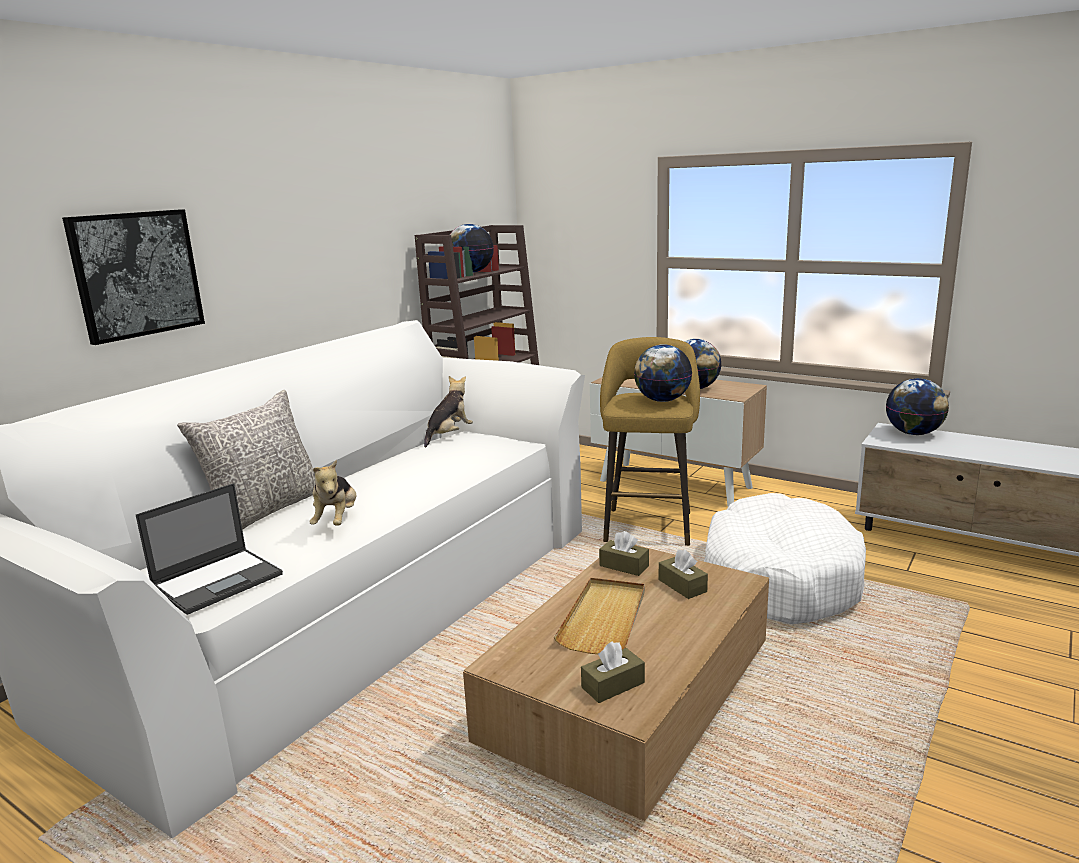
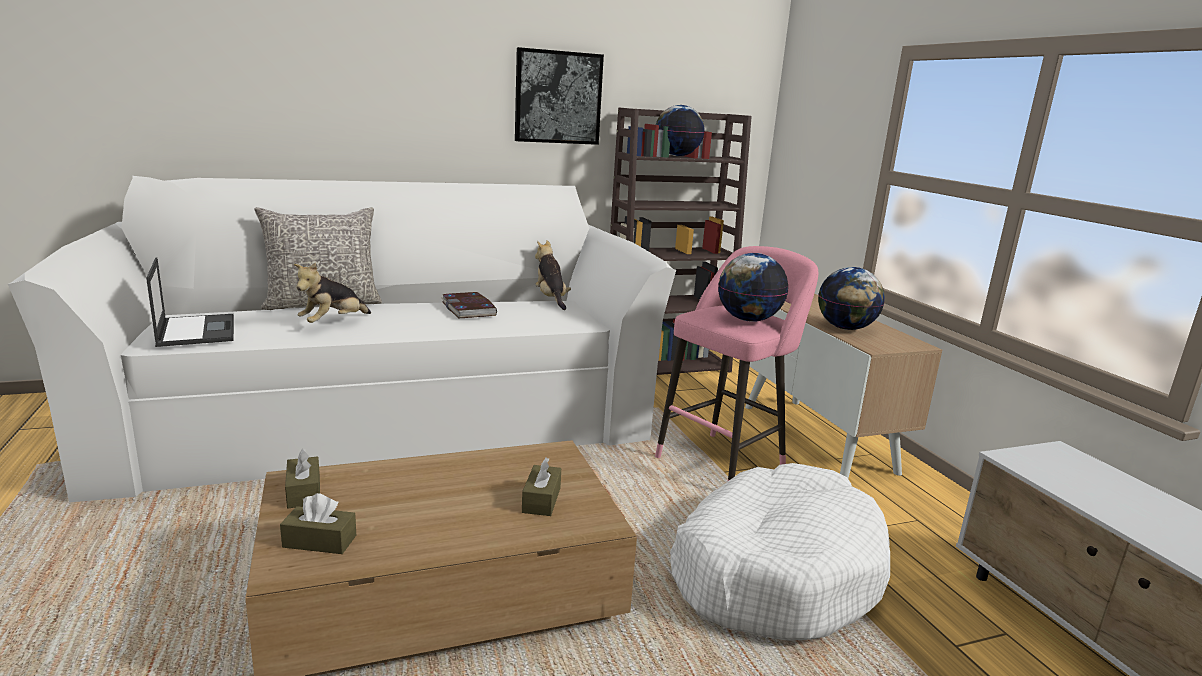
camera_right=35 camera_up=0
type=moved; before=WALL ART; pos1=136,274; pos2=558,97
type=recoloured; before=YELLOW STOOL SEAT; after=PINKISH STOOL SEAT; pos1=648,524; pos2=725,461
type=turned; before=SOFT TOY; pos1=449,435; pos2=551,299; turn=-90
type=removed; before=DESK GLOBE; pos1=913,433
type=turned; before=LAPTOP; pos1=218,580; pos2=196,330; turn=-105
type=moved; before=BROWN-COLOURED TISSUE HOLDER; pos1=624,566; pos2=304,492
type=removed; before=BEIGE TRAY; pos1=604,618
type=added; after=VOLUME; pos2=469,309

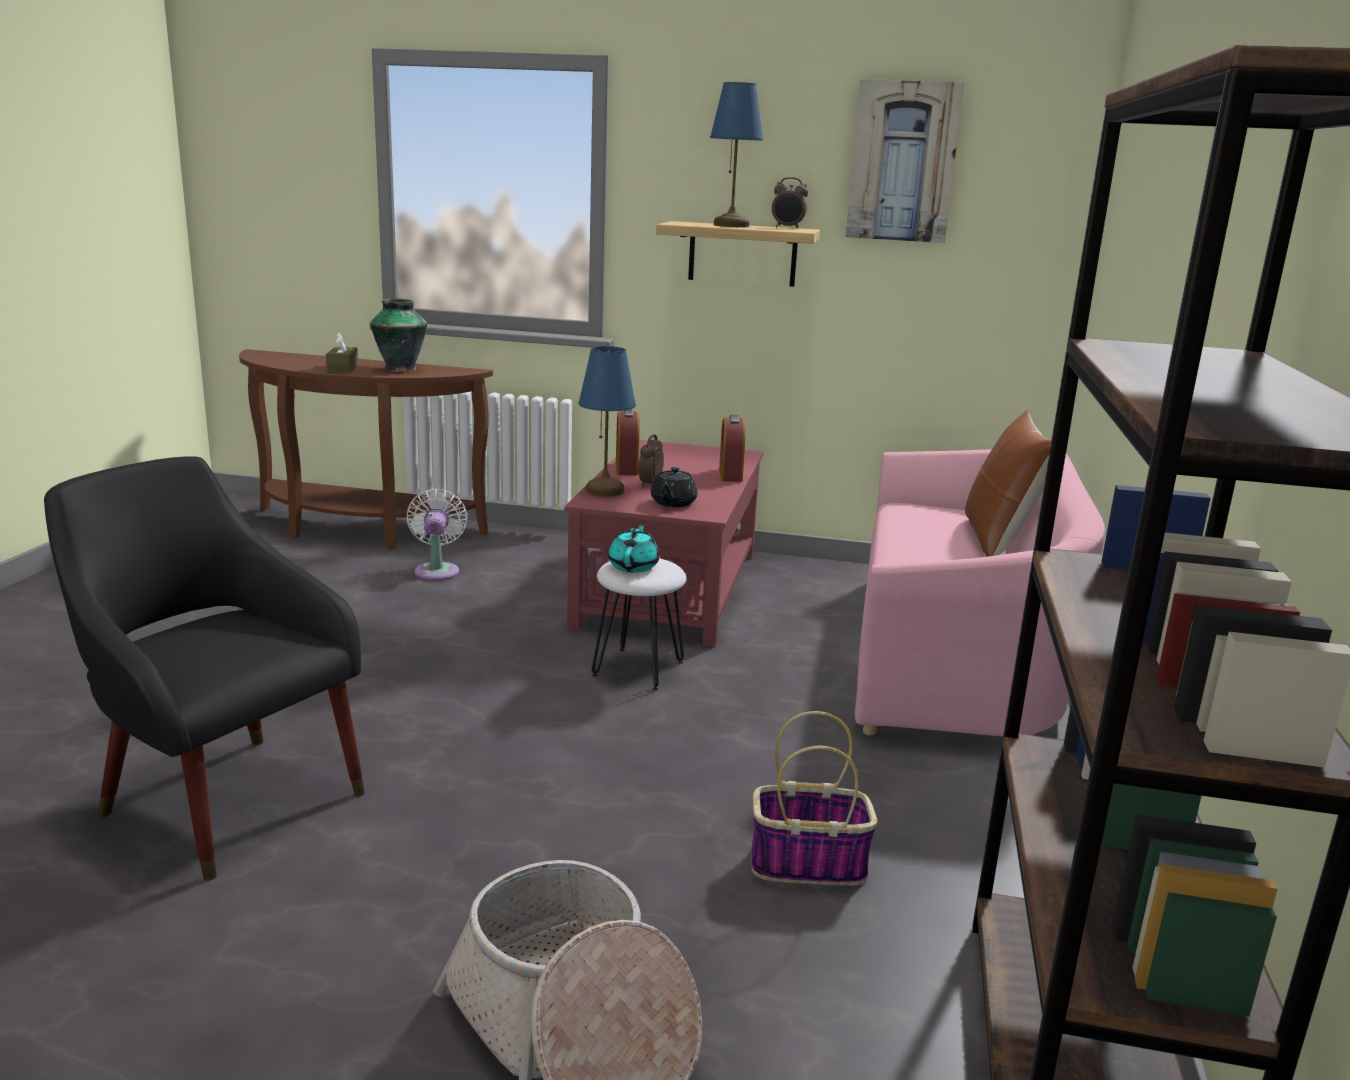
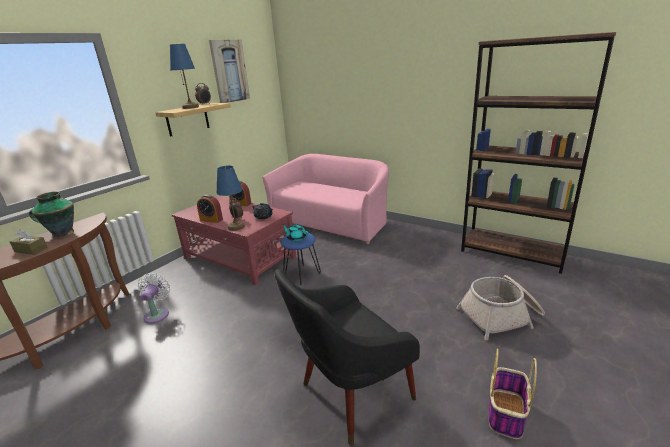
camera_right=-65 camera_up=5
type=removed; before=BROWN-COLOURED THROW PILLOW; pos1=998,540
type=turned; before=WHITE-COLOURED COOLING FAN; pos1=437,570; pos2=157,314; turn=75
type=recoloured; before=WHITE-COLOURED STOOL SEAT; after=BLUE STOOL SEAT; pos1=639,669; pos2=302,274
type=moved; before=BASKET; pos1=809,864; pos2=506,412

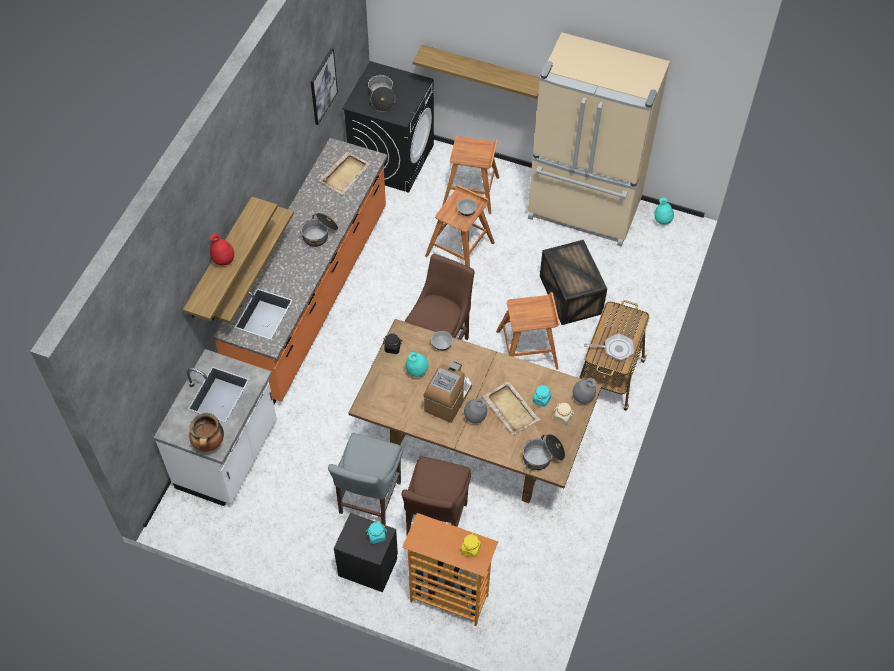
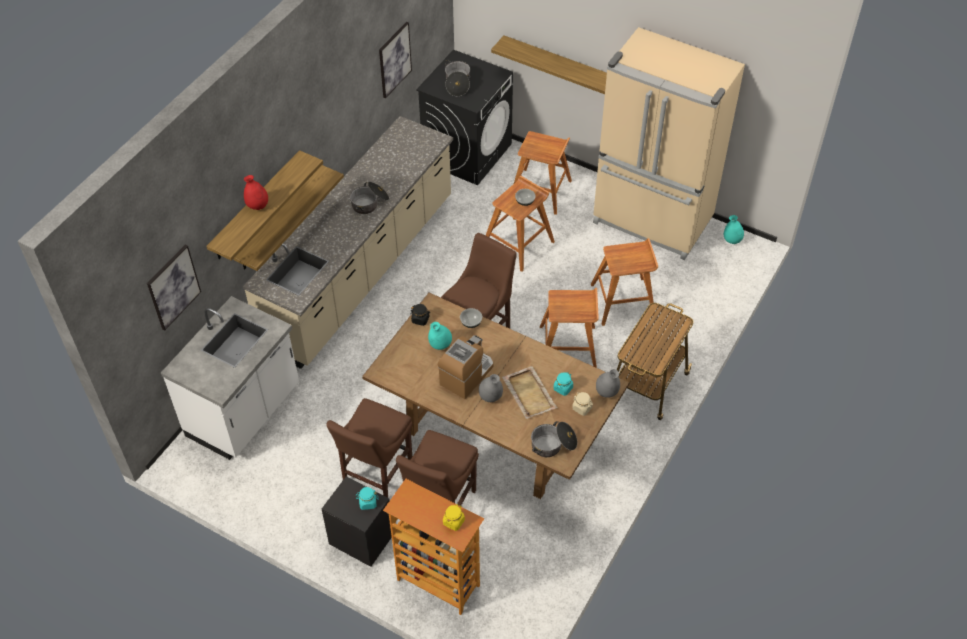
camera_right=10 camera_up=-5
type=recoloured; before=ORANGE KITCHEN BASE UNIT; after=BEIGE KITCHEN BASE UNIT; pos1=312,297; pos2=361,272
type=removed; before=BEIGE TRAY; pos1=345,174
type=replaced; before=CRATE; after=BROWN-COLOURED STOOL SEAT; pos1=571,295; pos2=623,301
type=removed; before=PAN; pos1=615,349
type=removed; before=COOKING POT; pos1=209,444
type=recoloured; before=GREY CHAIR; after=BROWN-COLOURED CHAIR; pos1=368,500; pos2=375,474
type=added; after=WALL ART; pos2=173,287

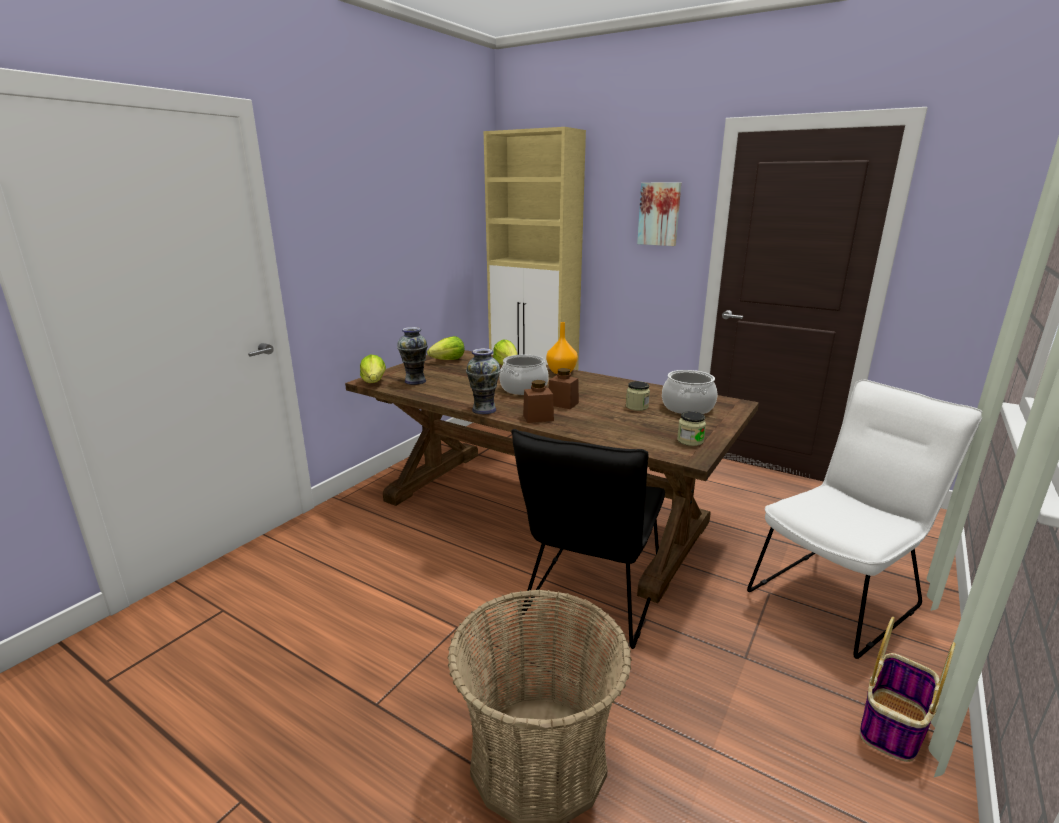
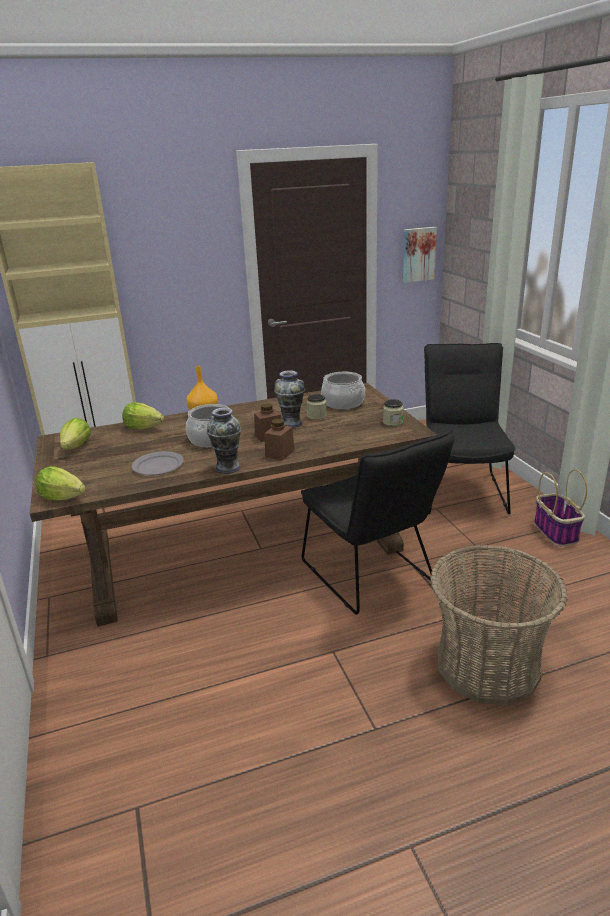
camera_right=-50 camera_up=5
type=moved; before=WALL ART; pos1=659,214; pos2=418,254
type=moved; before=DECORATIVE VASE; pos1=415,381; pos2=291,423
type=recoloured; before=WHITE-COLOURED CHAIR; after=BLACKISH CHAIR; pos1=839,595; pos2=461,489
type=added; after=GREY DINNER PLATE; pos2=158,465

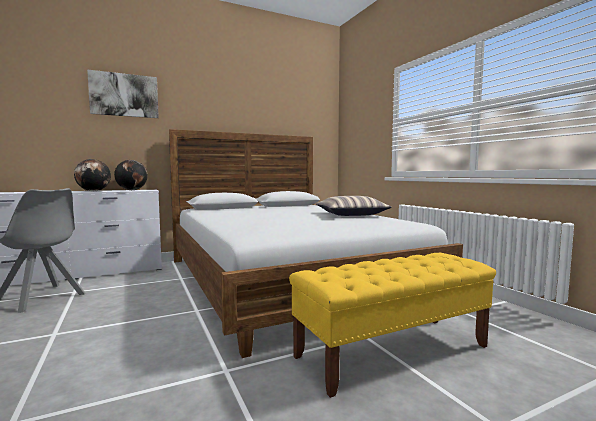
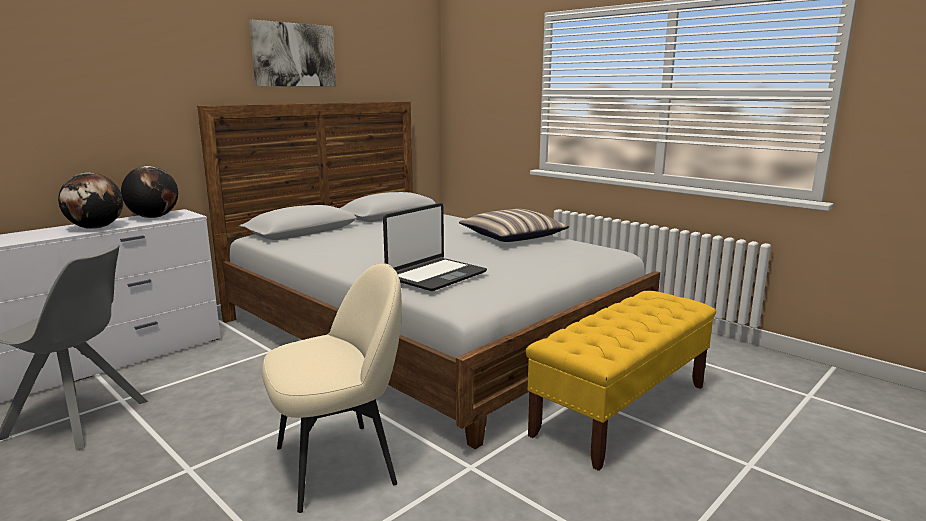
camera_right=-20 camera_up=10
type=moved; before=WALL ART; pos1=124,95; pos2=293,55
type=added; after=LAPTOP; pos2=435,275
type=added; after=BEIGE CHAIR; pos2=339,464

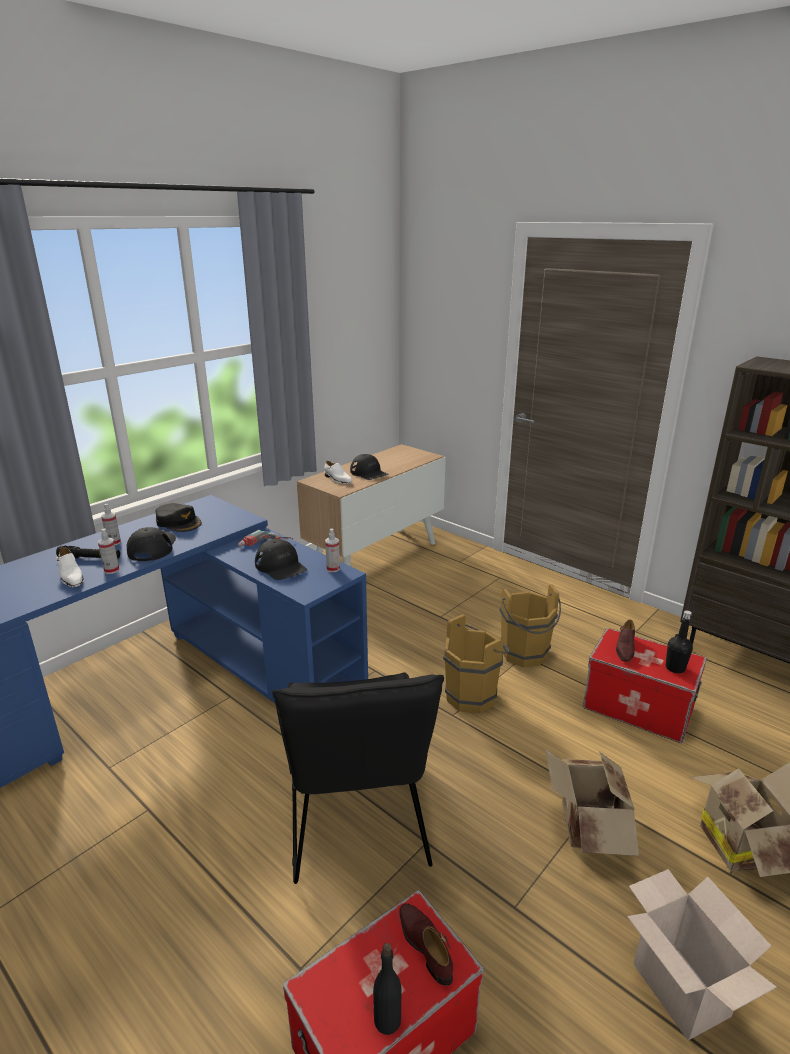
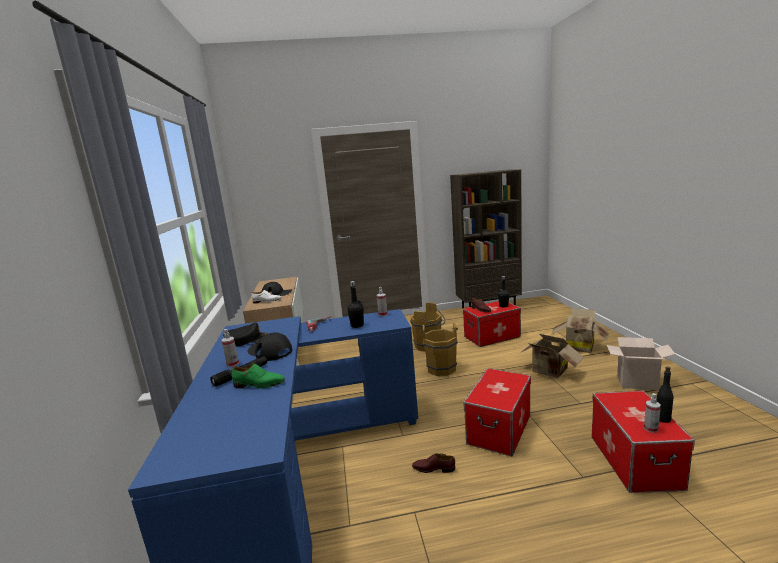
camera_right=-50 camera_up=-10
type=moved; before=SPRAY BOTTLE; pos1=111,570; pos2=651,429
type=replaced; before=BLACKISH CAP; after=BLACKISH BEVERAGE BOTTLE; pos1=281,566; pos2=357,325
type=recoloured; before=WHITE-COLOURED LOW SHOE; after=GREENISH LOW SHOE; pos1=71,577; pos2=259,384
type=replaced; before=BLACKISH CHAIR; after=STORAGE BIN; pos1=357,825; pos2=499,429
type=moved; before=BROWN-COLOURED LOW SHOE; pos1=425,945; pos2=433,468

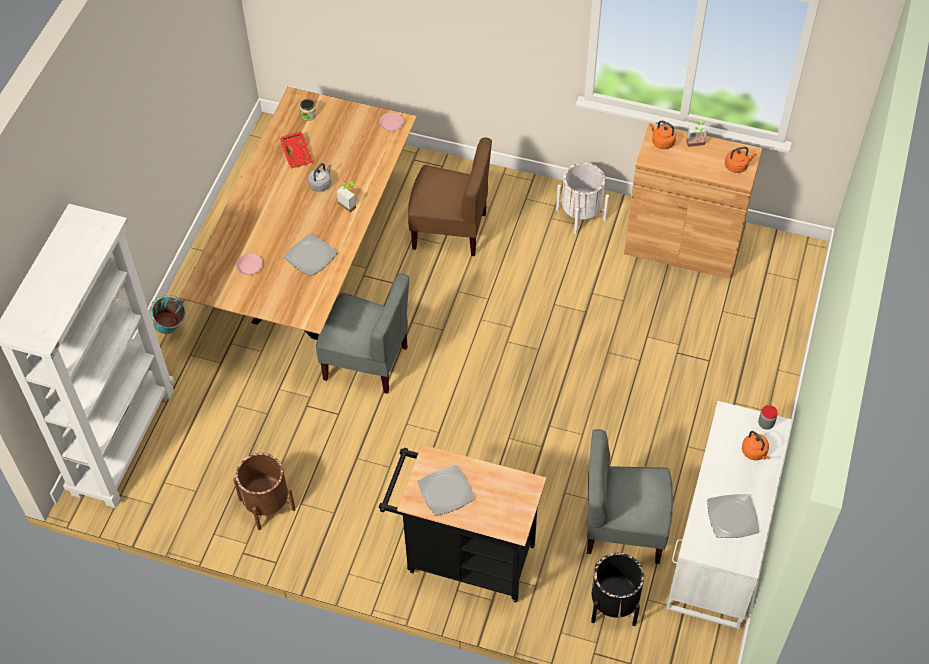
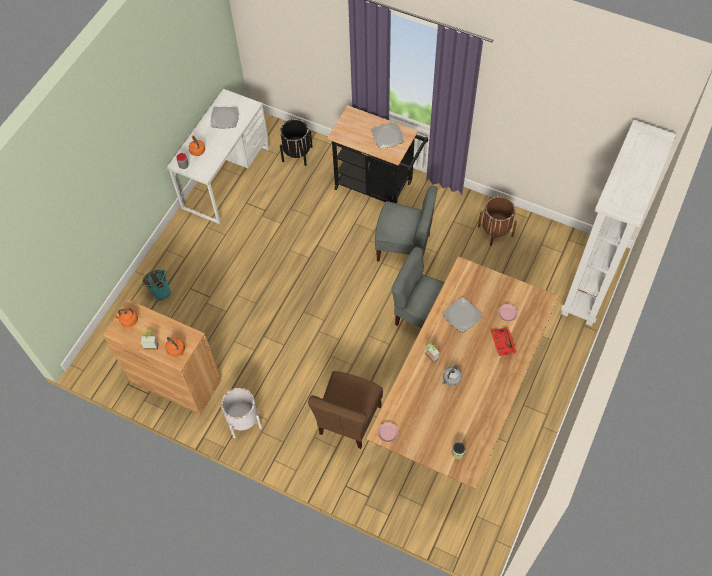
camera_right=-170 camera_up=5
type=moved; before=RED TRAY; pos1=297,153; pos2=502,343
type=turned; before=BROWN-COLOURED CHAIR; pos1=450,230; pos2=349,420; turn=-90
type=moved; before=BLUE-GREEN BUCKET; pos1=172,330; pos2=160,291
type=moved; before=GREY CHAIR; pos1=623,528; pos2=404,247

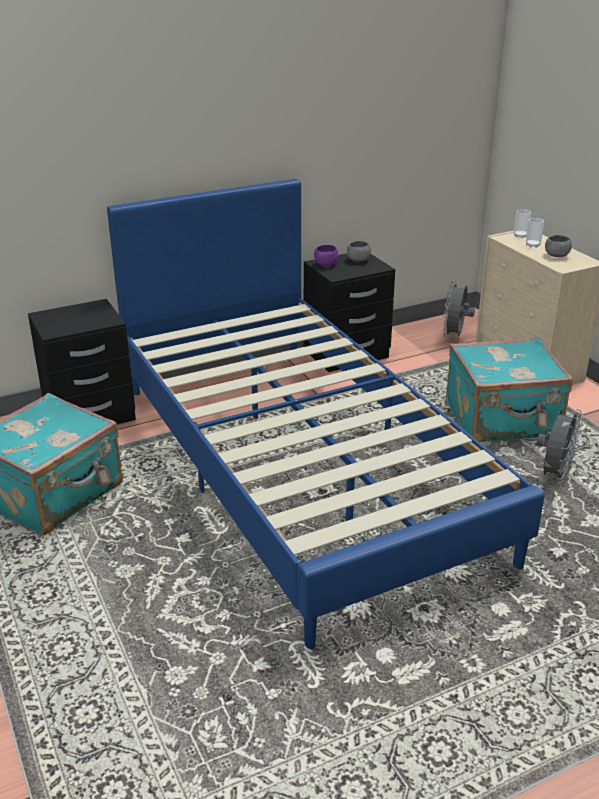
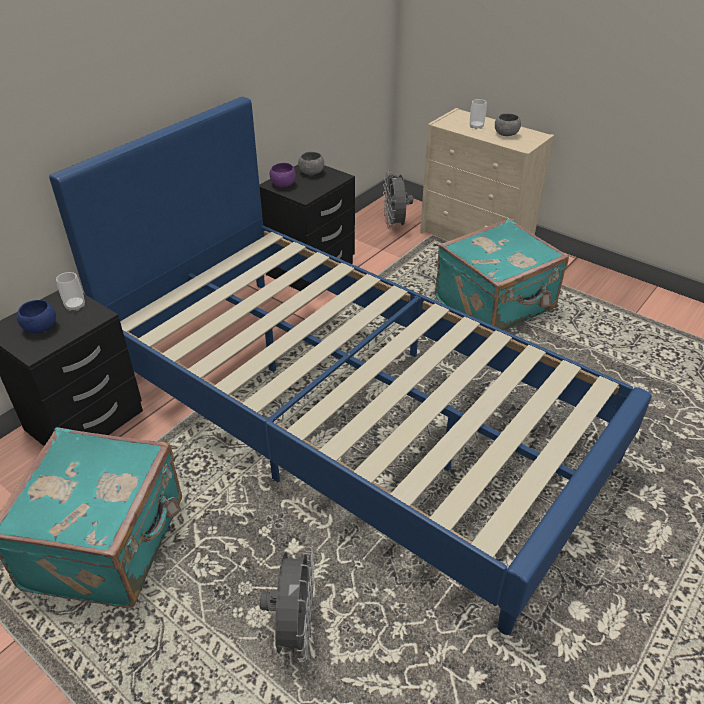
camera_right=-25 camera_up=10
type=moved; before=SMALL CUP; pos1=520,236; pos2=75,306
type=moved; before=GREY COOLING FAN; pos1=554,475; pos2=294,628
type=added; after=BLUE BOWL; pos2=40,327

